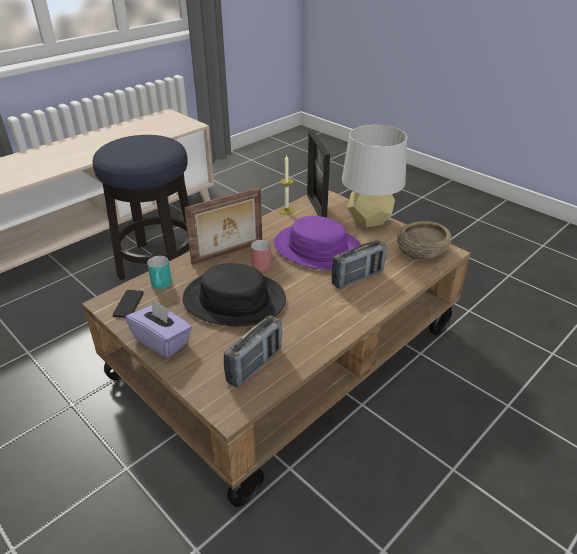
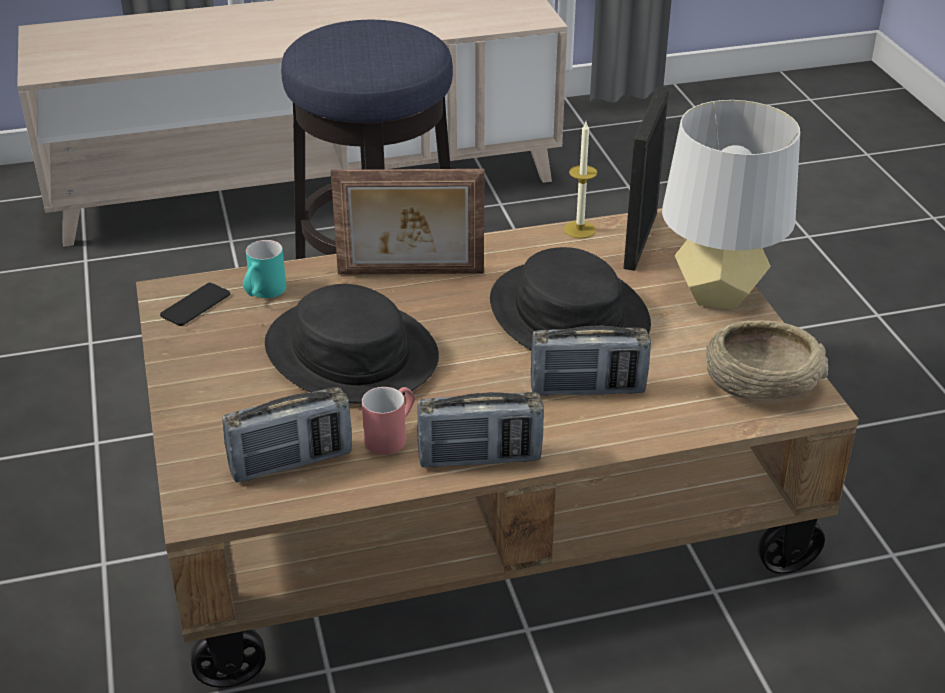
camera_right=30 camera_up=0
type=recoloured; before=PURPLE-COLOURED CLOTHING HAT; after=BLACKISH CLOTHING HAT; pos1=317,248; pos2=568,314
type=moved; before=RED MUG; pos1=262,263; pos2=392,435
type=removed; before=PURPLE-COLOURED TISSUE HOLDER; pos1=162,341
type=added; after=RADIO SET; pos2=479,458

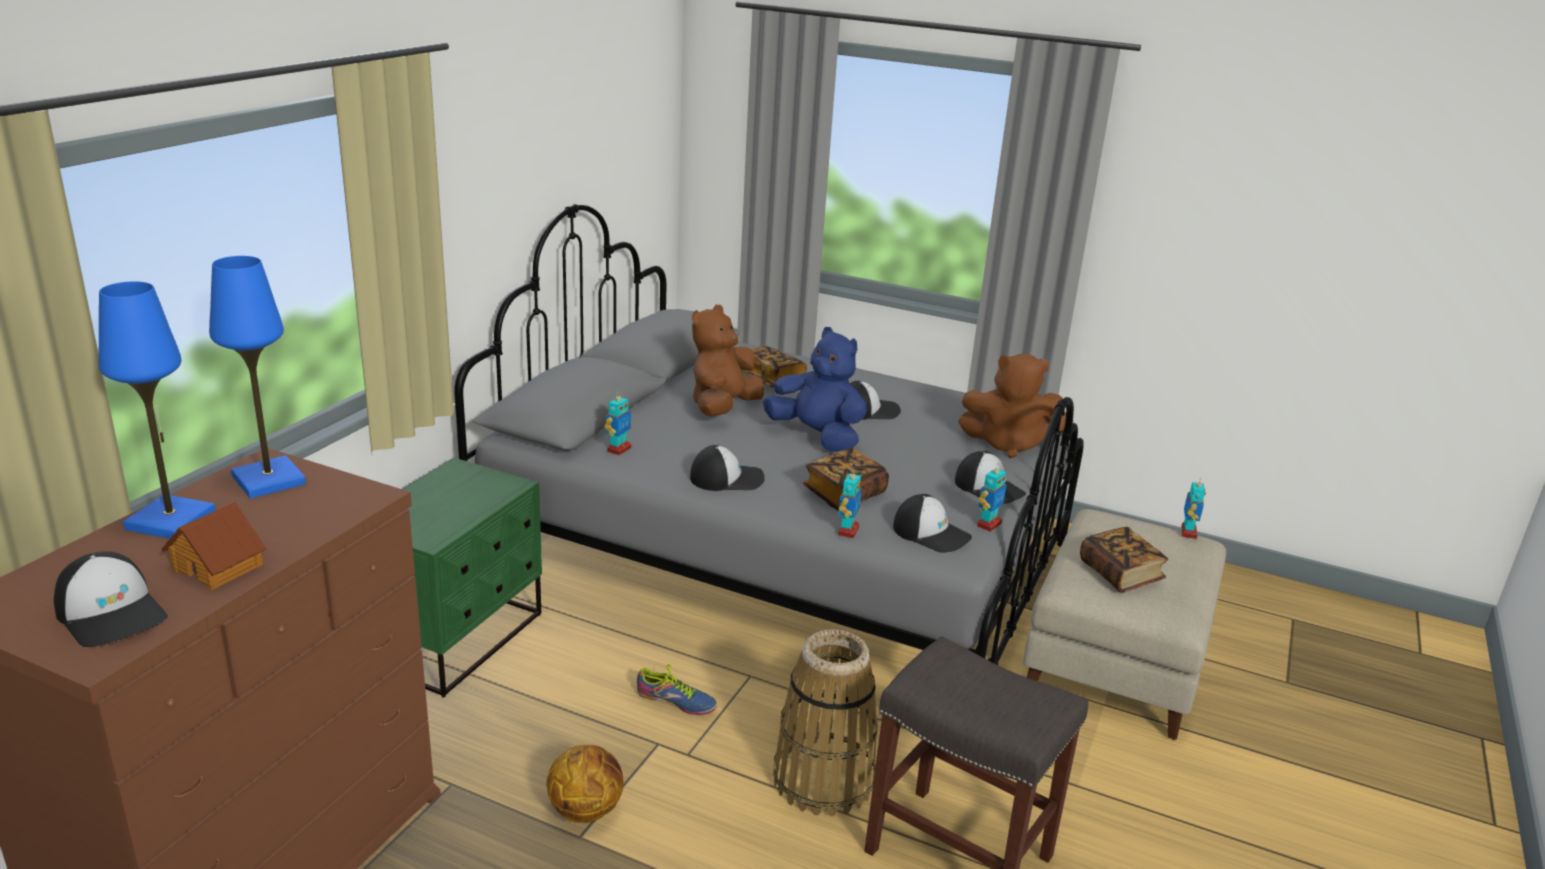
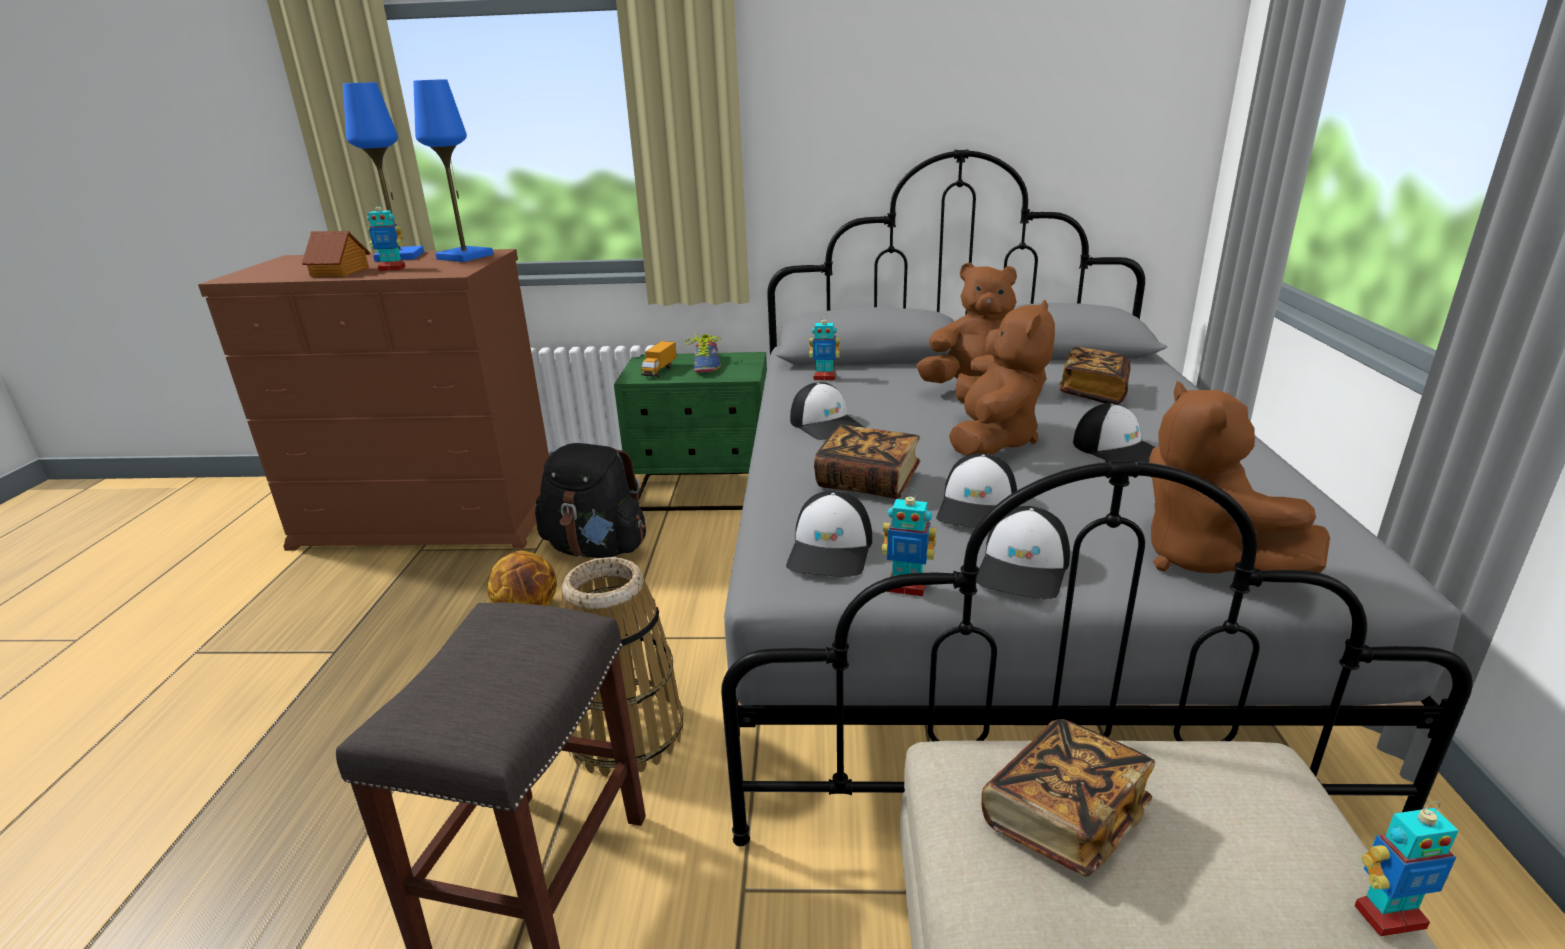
camera_right=70 camera_up=0
type=recoloured; before=BLUE SOFT TOY; after=BROWN-COLOURED SOFT TOY; pos1=817,437; pos2=992,441
type=moved; before=ROBOT FIGURE; pos1=848,531; pos2=392,268
type=moved; before=CAP; pos1=112,613; pos2=978,508
type=moved; before=LOW SHOE; pos1=676,701; pos2=706,365
type=added; after=TOY TRUCK; pos2=659,371
type=added; after=BLACKISH BACKPACK; pos2=597,549

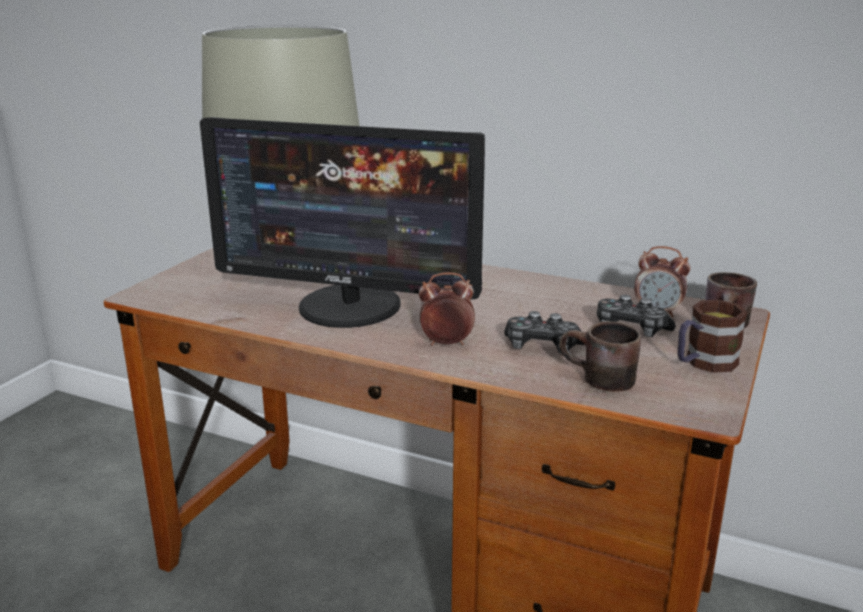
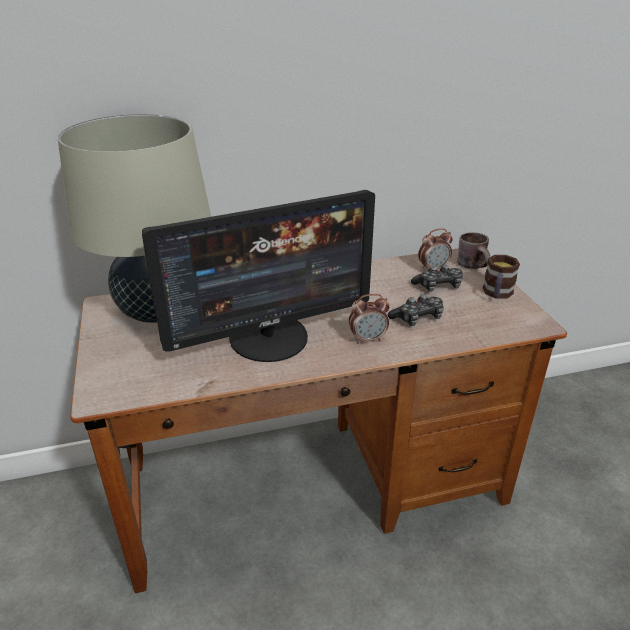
camera_right=-40 camera_up=10
type=turned; before=BEDSIDE CLOCK; pos1=446,343; pos2=368,339; turn=-150
type=removed; before=BROWN-COLOURED MUG; pos1=596,381

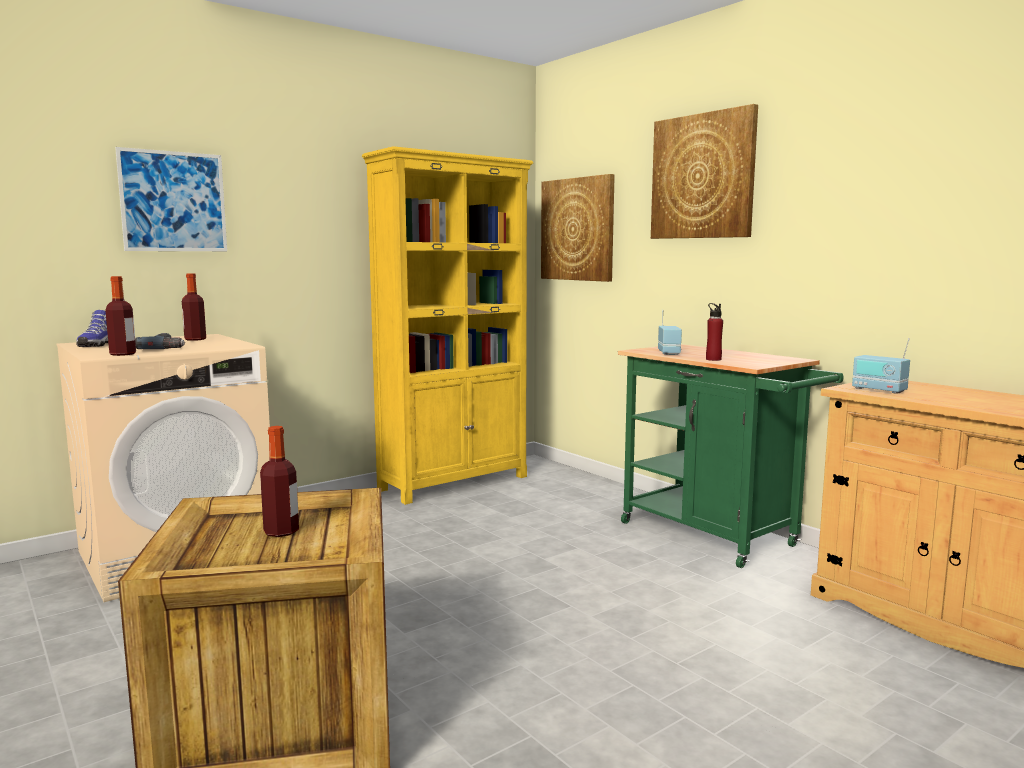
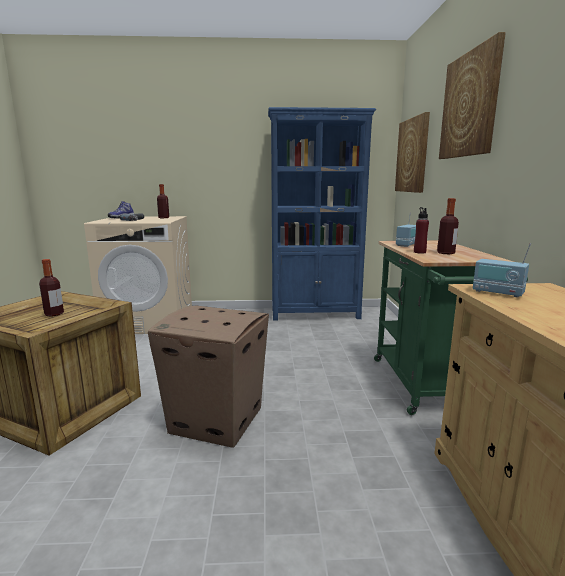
camera_right=35 camera_up=5
type=recoloured; before=YELLOW BOOKSHELF; after=BLUE BOOKSHELF; pos1=455,483; pos2=316,314
type=removed; before=WALL ART; pos1=173,201
type=moved; before=BEVERAGE BOTTLE; pos1=123,354; pos2=445,253
type=turned; before=RADIO SET; pos1=878,390; pos2=497,293; turn=-45
type=added; after=PACKING BOX; pos2=217,420

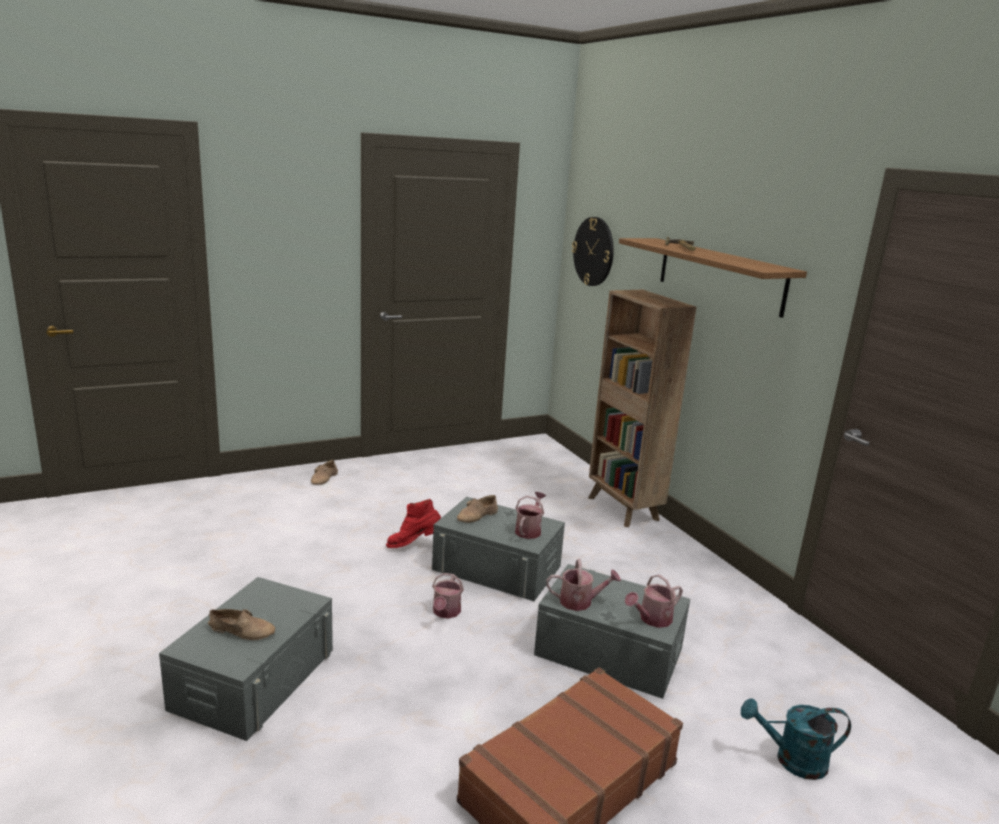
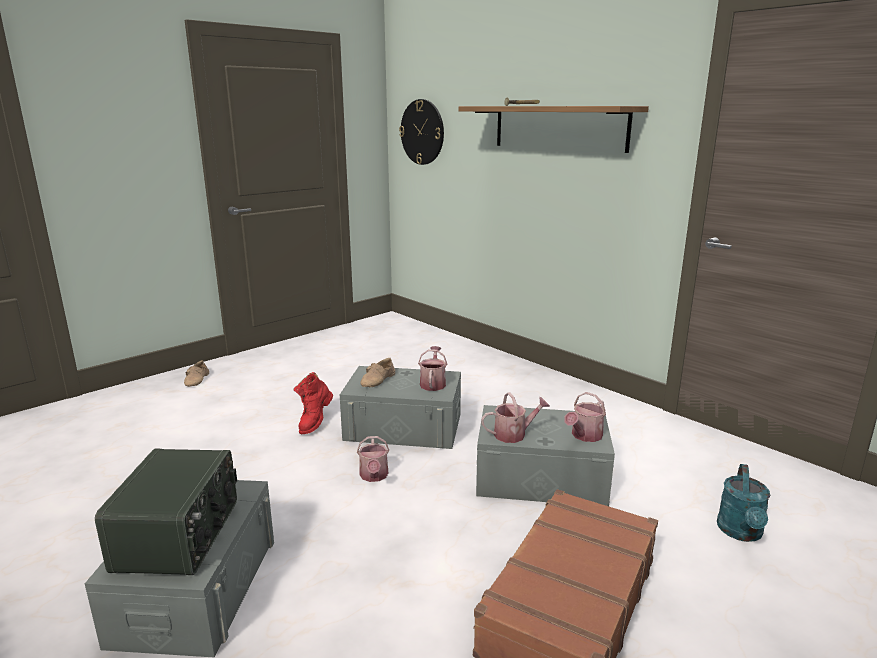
camera_right=-15 camera_up=0
type=removed; before=BROWN-COLOURED BOOKSHELF; pos1=623,509
type=turned; before=RED BOOT; pos1=414,545; pos2=315,422; turn=-45
type=replaced; before=BEIGE LOW SHOE; after=RADIO SET; pos1=242,630; pos2=180,535
type=turned; before=BLUE-GREEN WATERING CAN; pos1=792,760; pos2=741,533; turn=-60

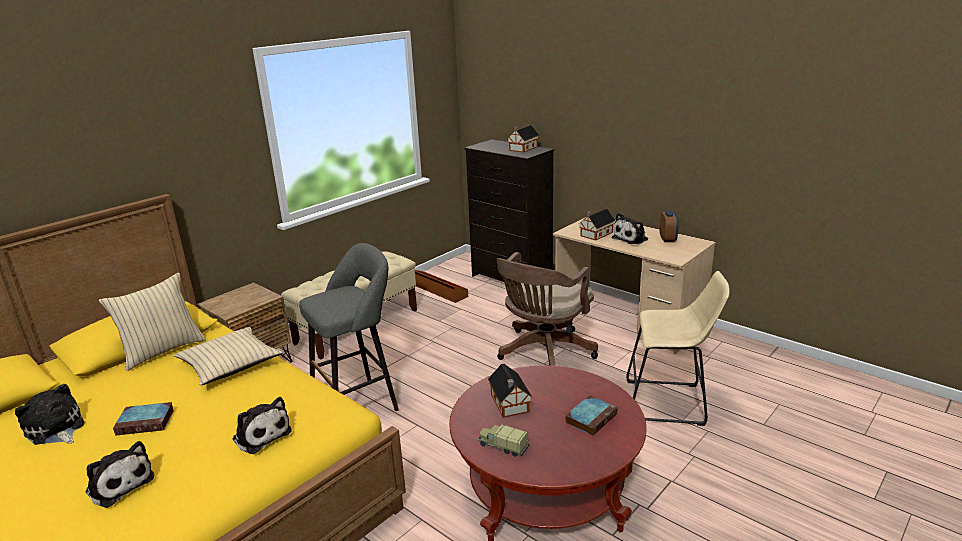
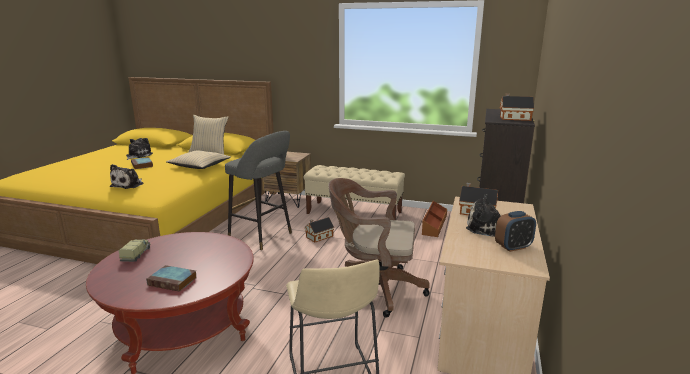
camera_right=65 camera_up=-5
type=moved; before=TOY HOUSE; pos1=510,404; pos2=318,237
type=removed; before=SOFT TOY; pos1=119,483

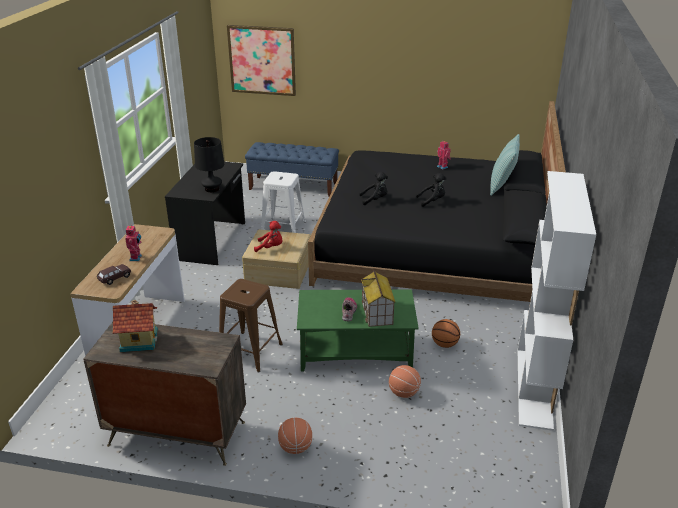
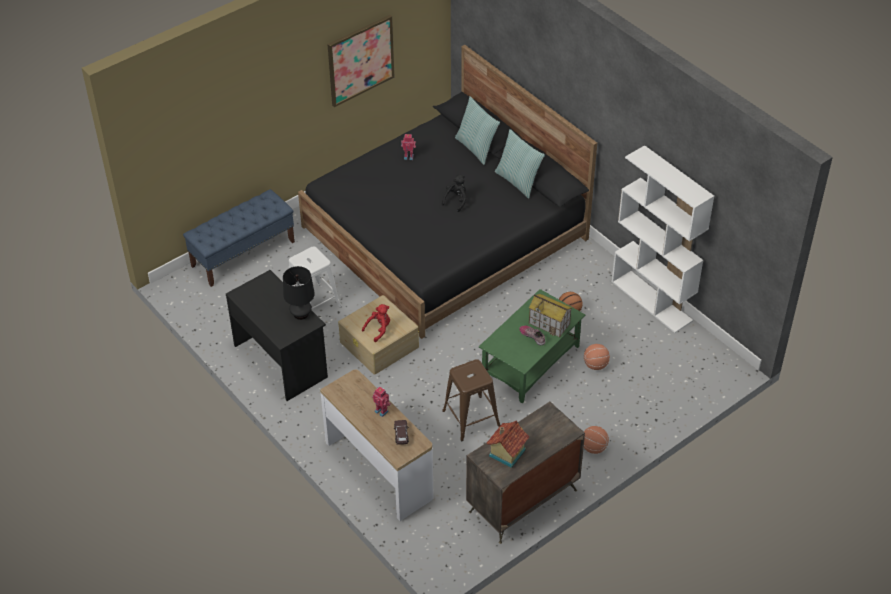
camera_right=-50 camera_up=15
type=moved; before=WALL ART; pos1=262,60; pos2=360,60
type=removed; before=BLACKISH SOFT TOY; pos1=375,200
type=added; after=THROW PILLOW; pos2=518,181

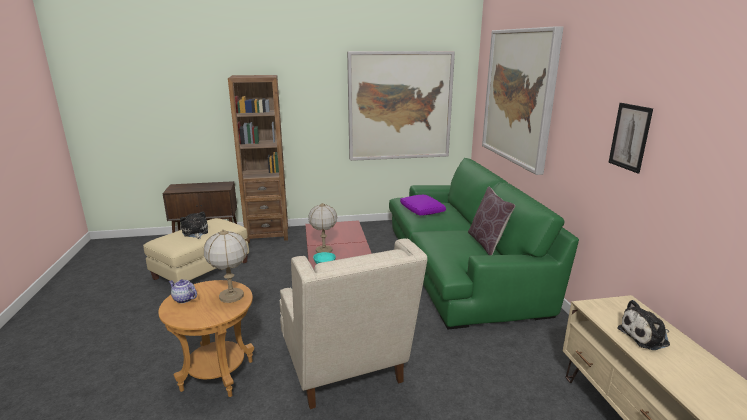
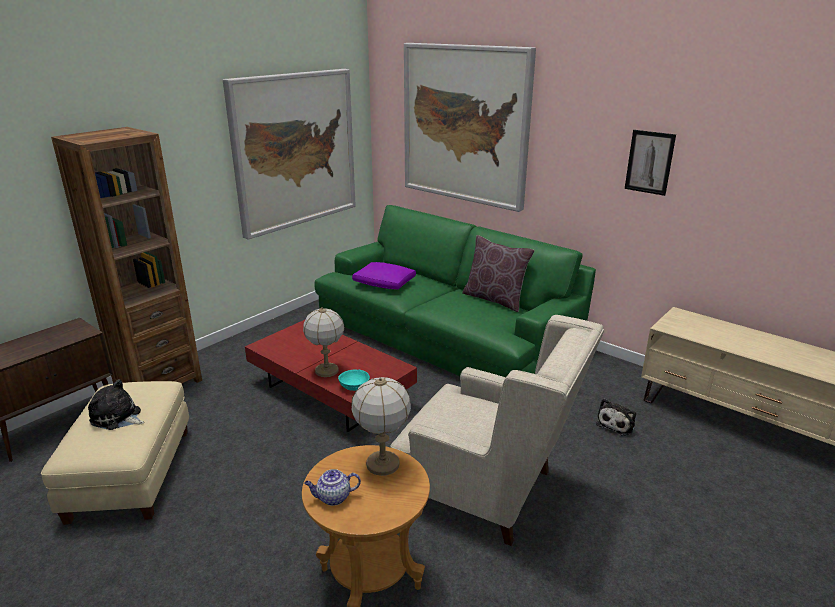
camera_right=-40 camera_up=5
type=moved; before=SOFT TOY; pos1=645,337; pos2=617,424

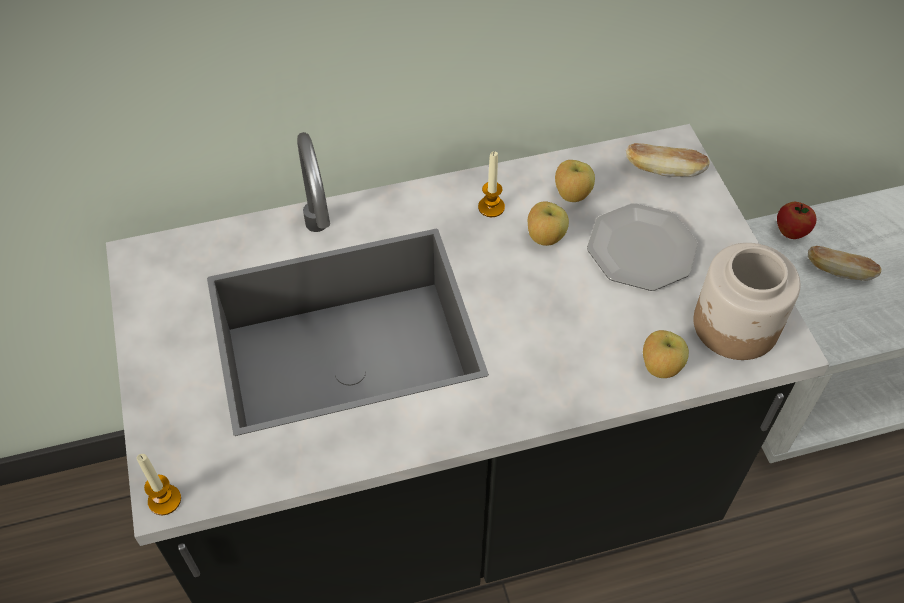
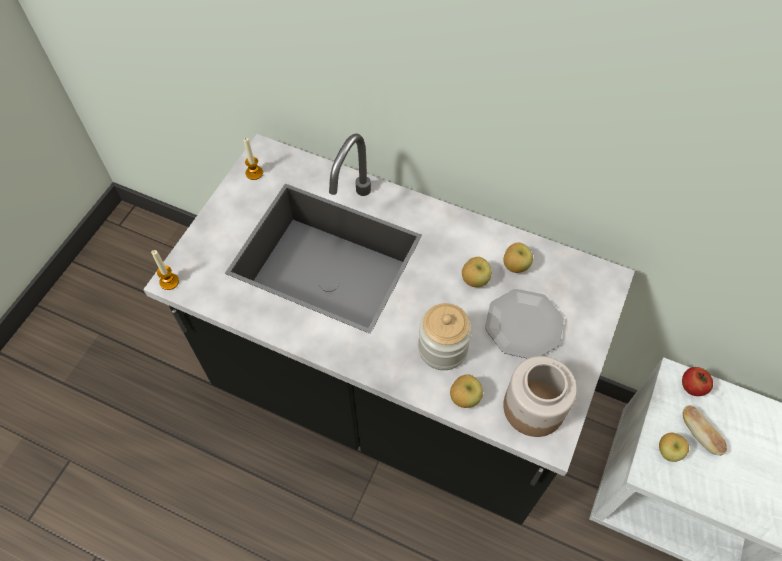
camera_right=40 camera_up=5
type=removed; before=BREAD; pos1=663,170
type=moved; before=WAX LIGHT; pos1=491,207; pos2=254,173
type=added; after=JAR; pos2=442,348
type=added; after=APPLE; pos2=668,452

